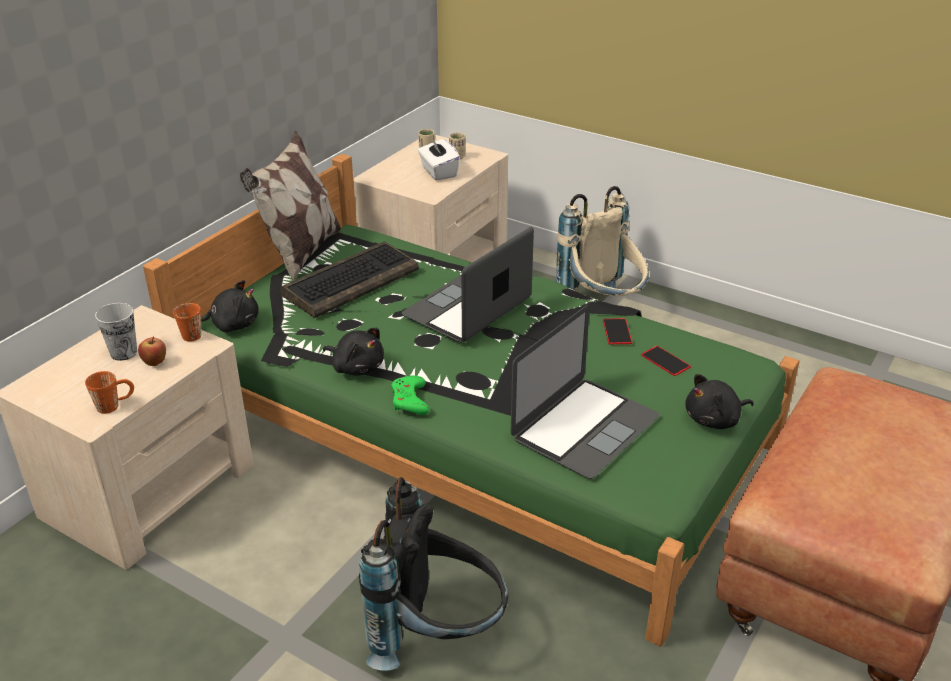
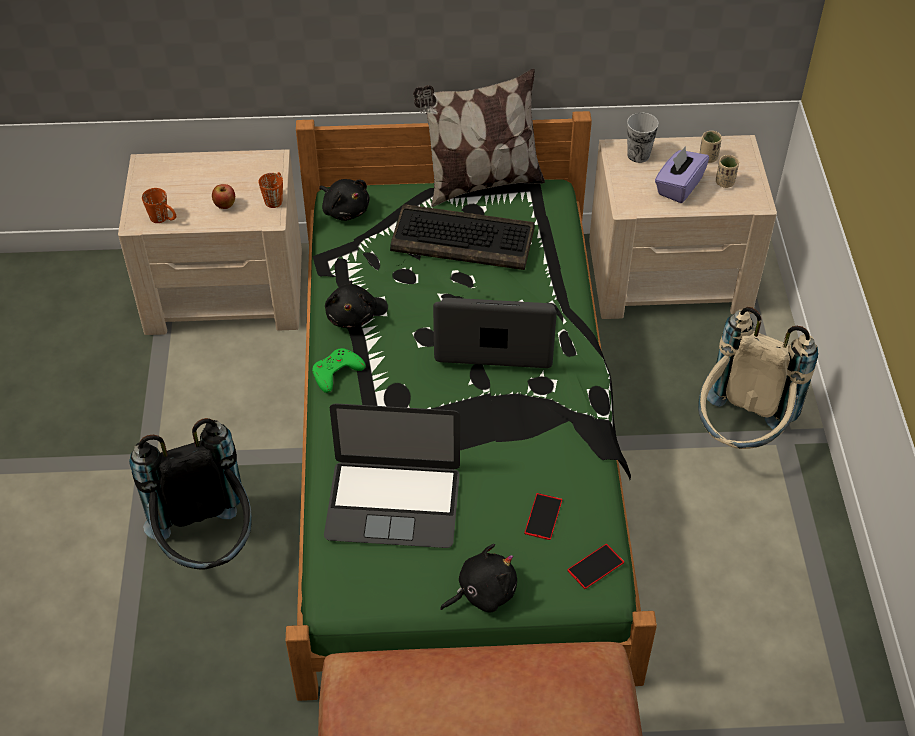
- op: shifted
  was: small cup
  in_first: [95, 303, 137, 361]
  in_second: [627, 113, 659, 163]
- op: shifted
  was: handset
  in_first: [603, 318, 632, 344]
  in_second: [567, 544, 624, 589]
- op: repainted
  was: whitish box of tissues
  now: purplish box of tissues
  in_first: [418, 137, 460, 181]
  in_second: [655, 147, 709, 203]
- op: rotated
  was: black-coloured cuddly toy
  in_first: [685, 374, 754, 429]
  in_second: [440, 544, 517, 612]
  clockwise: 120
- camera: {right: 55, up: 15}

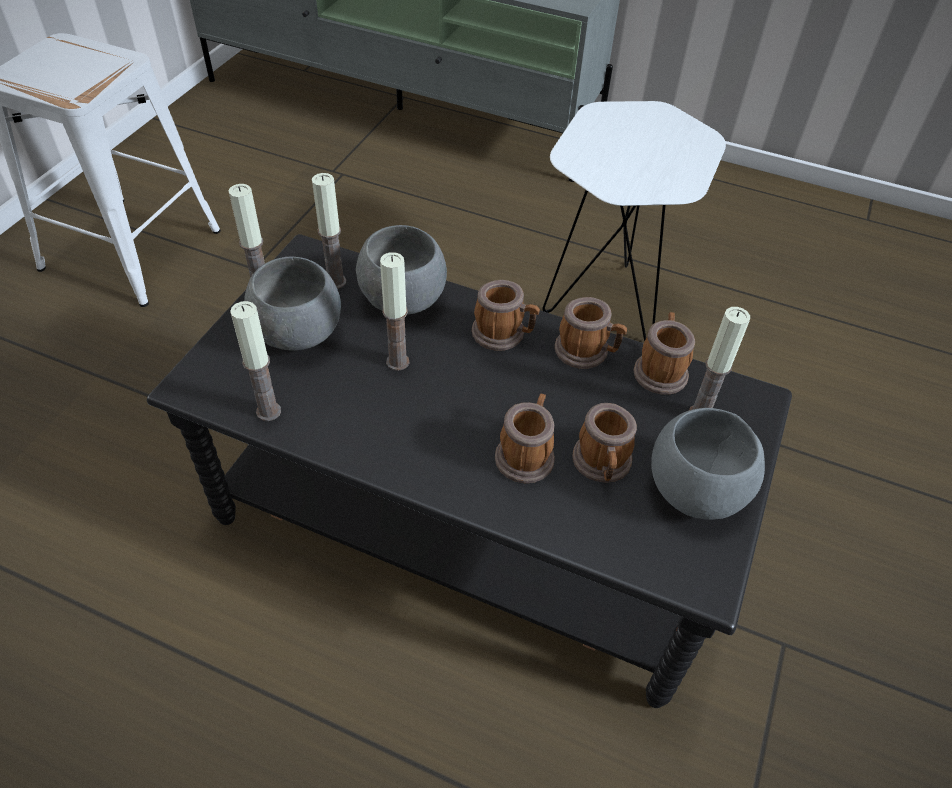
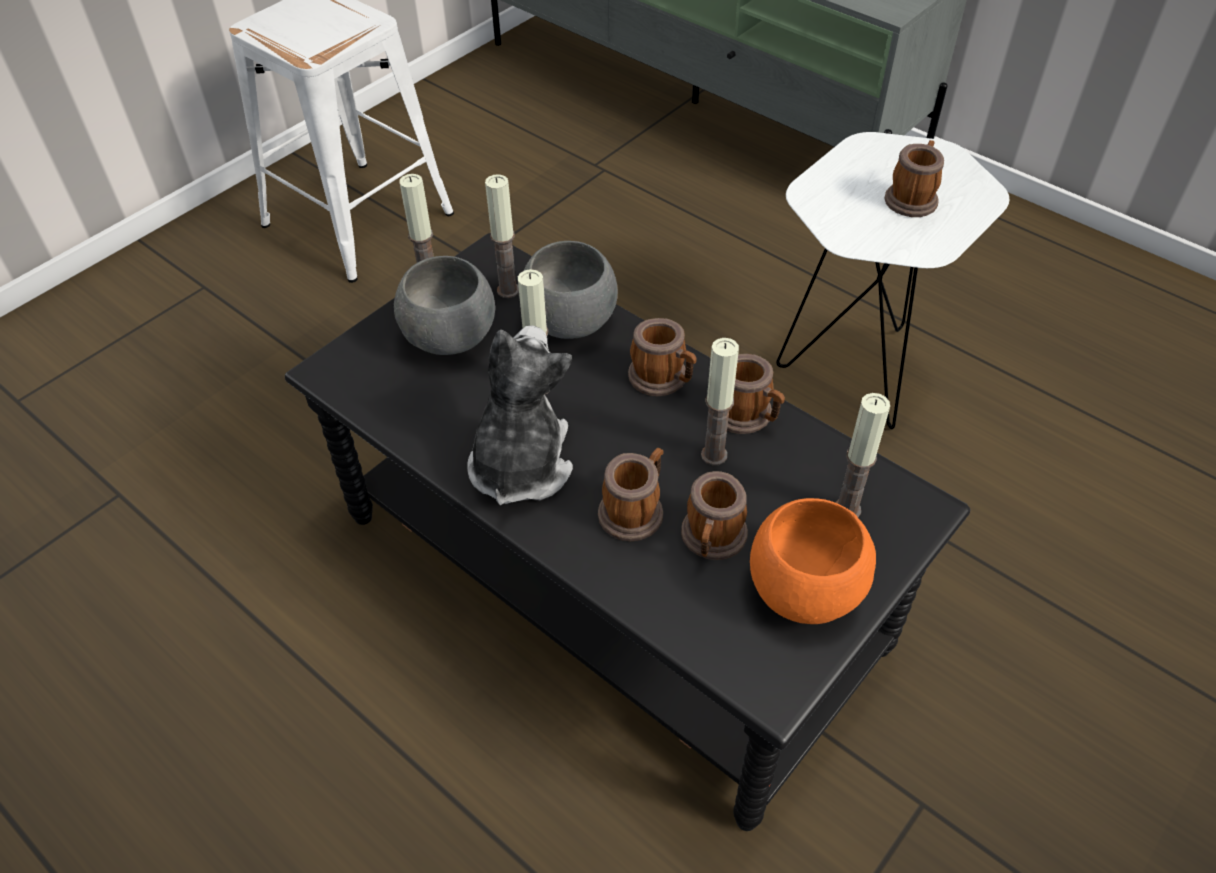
- op: new
  now: cuddly toy
  in_second: [467, 325, 573, 505]
- op: shifted
  was: wax candle
  in_first: [230, 301, 281, 421]
  in_second: [701, 338, 739, 465]
- op: shifted
  was: tea mug
  in_first: [634, 312, 695, 395]
  in_second: [884, 140, 944, 217]
- op: repainted
  was: gray bowl
  now: orangey bowl
  in_first: [651, 408, 765, 520]
  in_second: [750, 498, 876, 624]
- camera: {right: 20, up: 0}

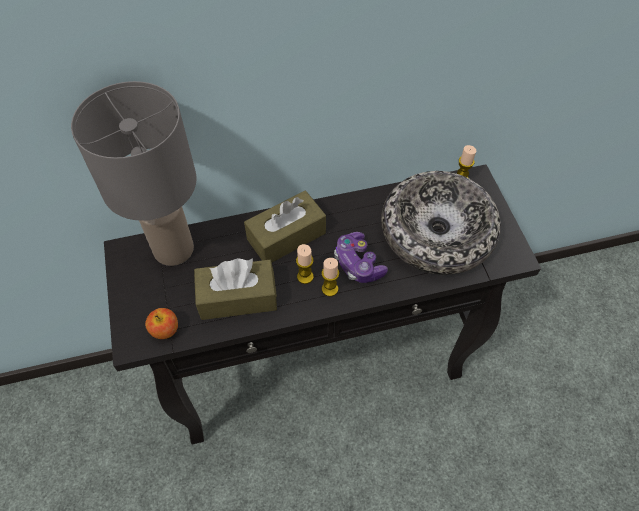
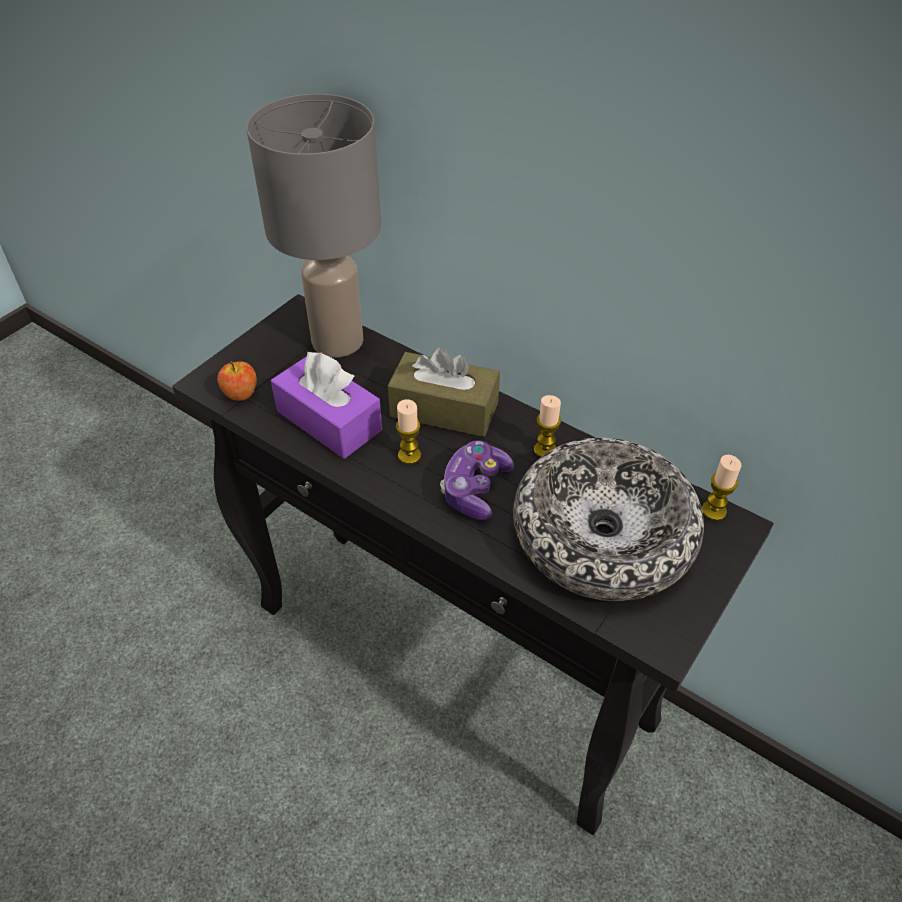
- op: shifted
  was: wax candle
  in_first: [322, 258, 339, 297]
  in_second: [534, 395, 561, 457]
- op: repainted
  was: brownish box of tissues
  now: purplish box of tissues
  in_first: [194, 258, 277, 320]
  in_second: [271, 352, 382, 459]
- camera: {right: 50, up: -10}

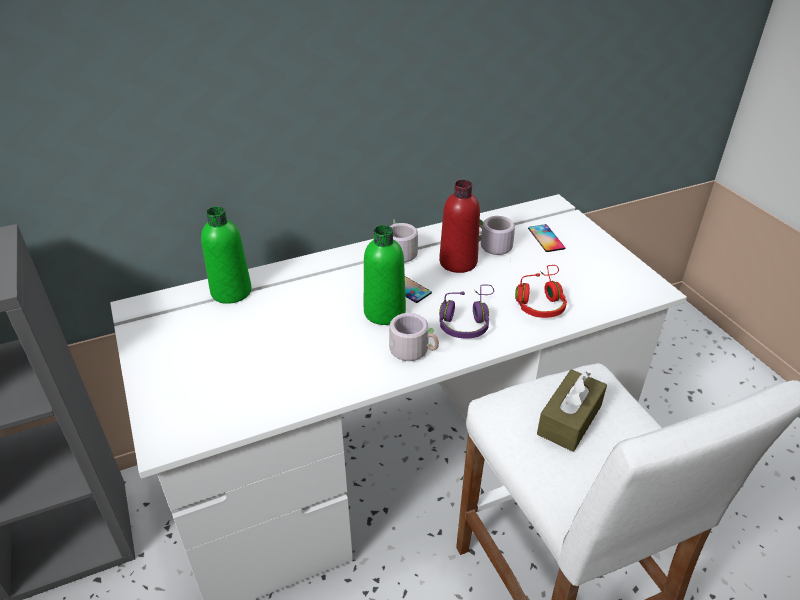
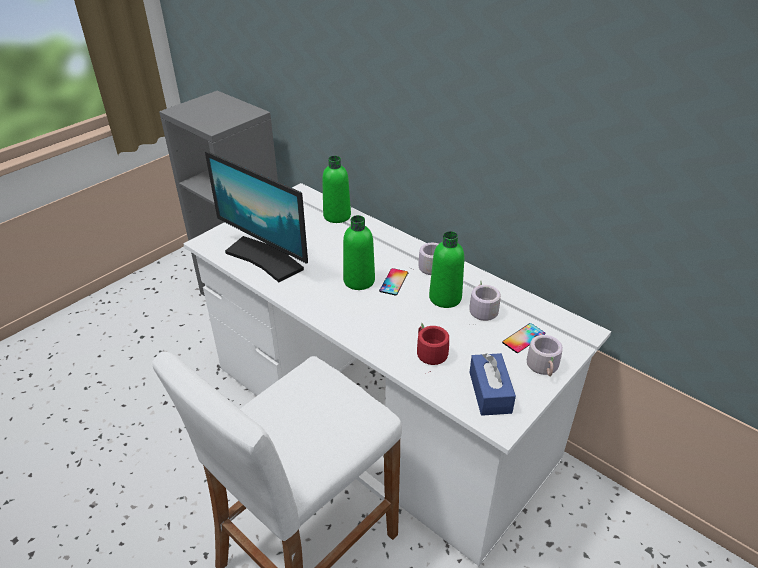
- op: gone
  was: purplish pair of headphones
  in_first: [439, 285, 494, 338]
- op: gone
  was: brownish box of tissues
  in_first: [537, 369, 607, 452]
- op: new
  now: computer display
  in_second: [205, 151, 308, 282]
- op: new
  now: blue-coloured box of tissues
  in_second: [470, 353, 516, 416]
- op: shifted
  was: gray tea mug
  in_first: [389, 313, 439, 361]
  in_second: [527, 335, 563, 377]
- op: swapped
  was: red pair of headphones
  now: red tea mug
  in_first: [515, 265, 567, 318]
  in_second: [417, 323, 449, 373]
- op: repainted
  was: red drink bottle
  now: greenish drink bottle
  in_first: [439, 180, 480, 273]
  in_second: [429, 231, 464, 308]
- camera: {right: 65, up: 0}

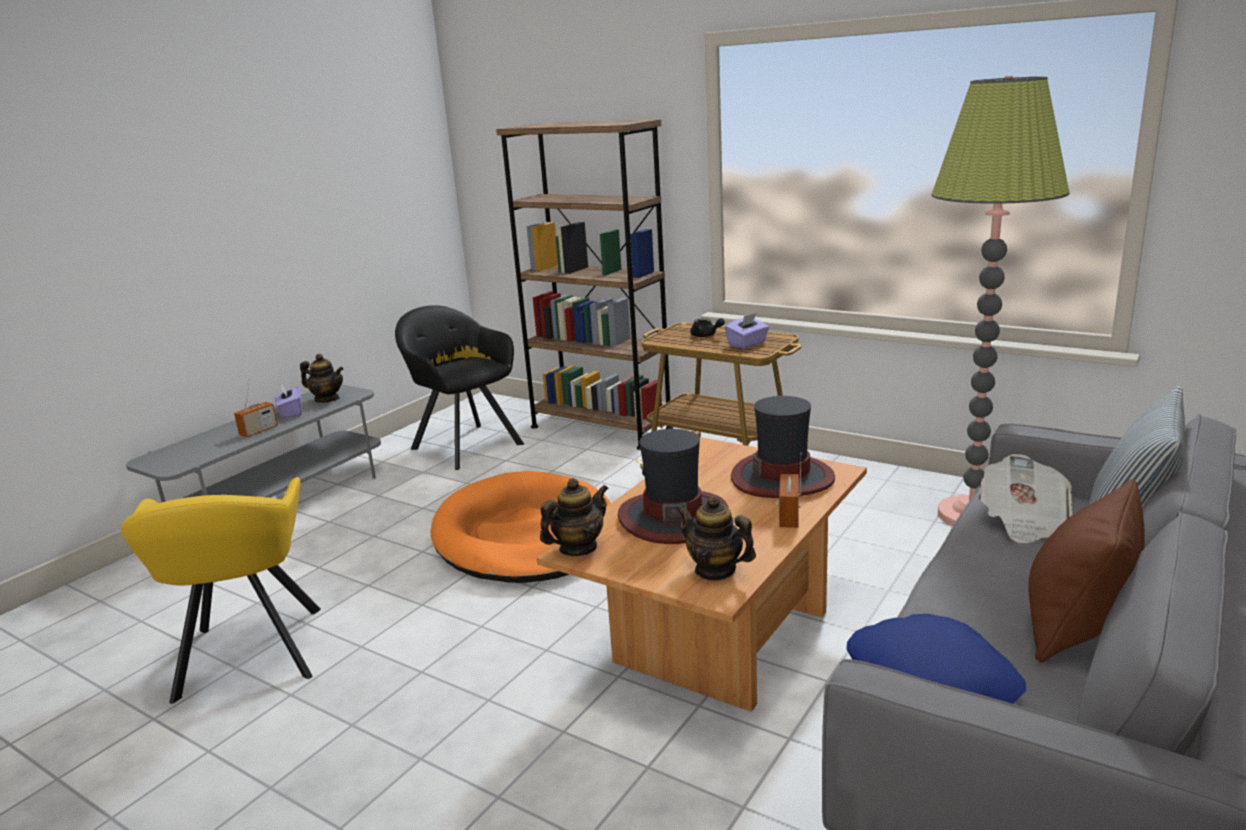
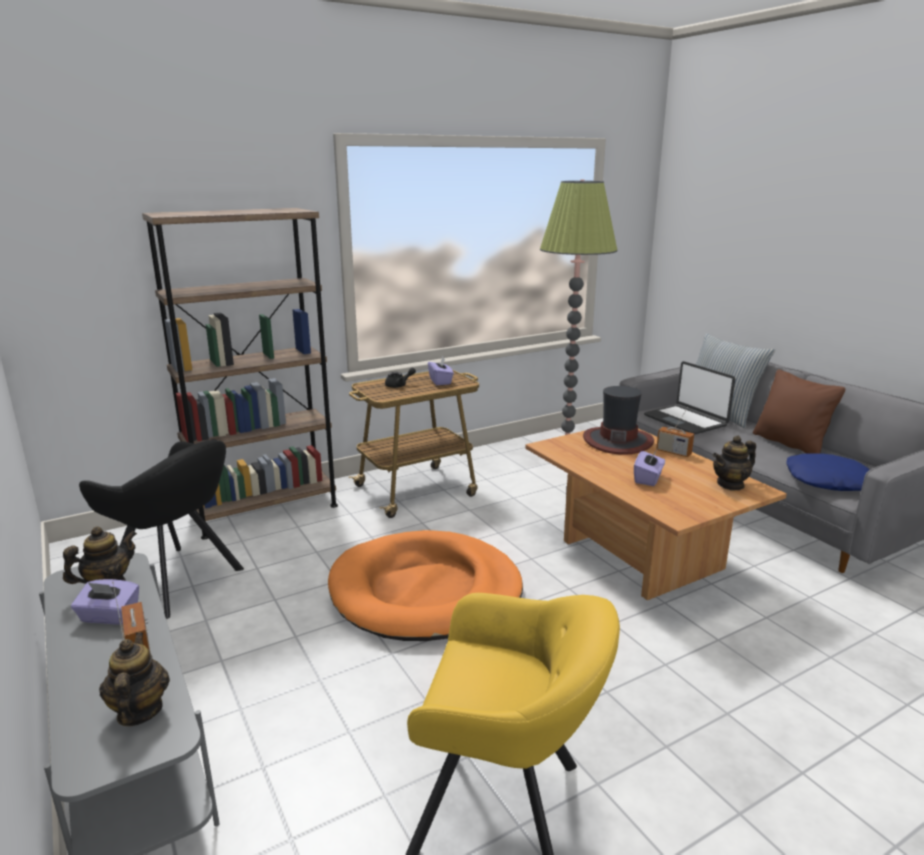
- op: shifted
  was: teapot
  in_first: [540, 478, 609, 556]
  in_second: [99, 632, 170, 726]
- op: swapped
  was: clothing hat
  now: purplish box of tissues
  in_first: [618, 429, 729, 544]
  in_second: [634, 450, 665, 486]
- op: swapped
  was: newspaper
  now: notebook computer
  in_first: [978, 454, 1072, 543]
  in_second: [644, 361, 735, 435]
- op: rotated
  was: black-coloured easy chair
  in_first: [395, 305, 524, 470]
  in_second: [79, 440, 244, 619]
  clockwise: -135
- camera: {right: -65, up: 0}

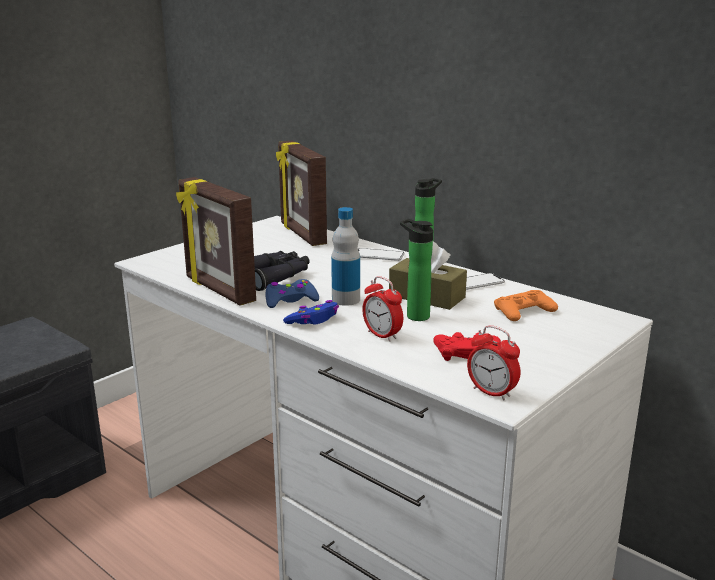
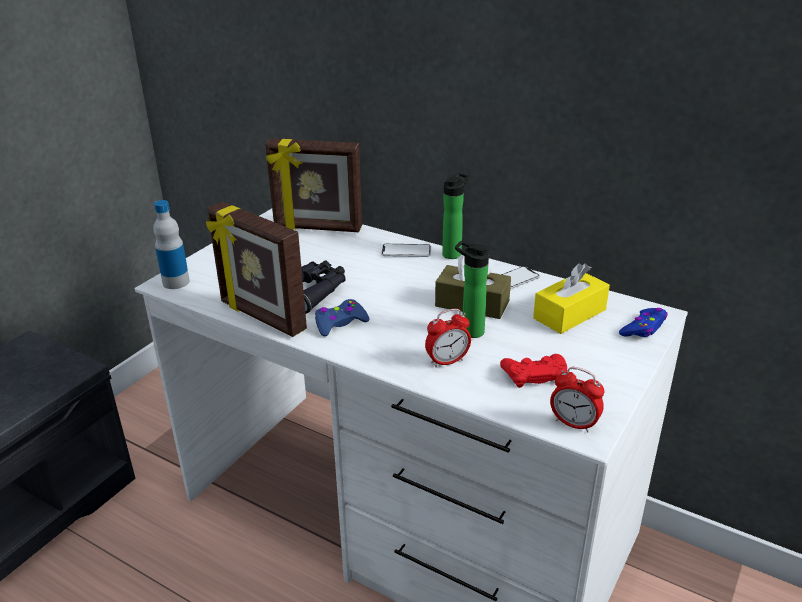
- op: shifted
  was: blue-coloured joypad
  in_first: [283, 300, 339, 324]
  in_second: [619, 308, 667, 337]
- op: shifted
  was: drink bottle
  in_first: [331, 207, 360, 306]
  in_second: [153, 200, 190, 289]
- op: swapped
  was: orangey joypad
  now: yellow-coloured box of tissues
  in_first: [494, 290, 558, 321]
  in_second: [533, 263, 610, 334]
- op: rotated
  was: standing frame
  in_first: [276, 141, 327, 246]
  in_second: [265, 139, 362, 232]
  clockwise: -45
- op: rotated
  was: bedside clock
  in_first: [362, 276, 403, 342]
  in_second: [425, 309, 471, 368]
  clockwise: -60
- camera: {right: -10, up: 10}

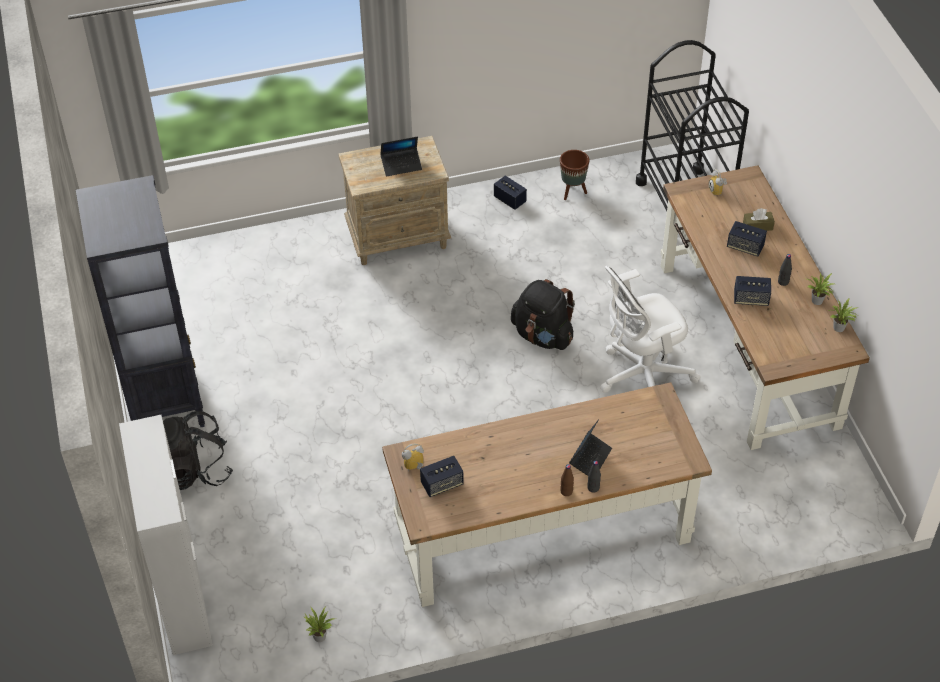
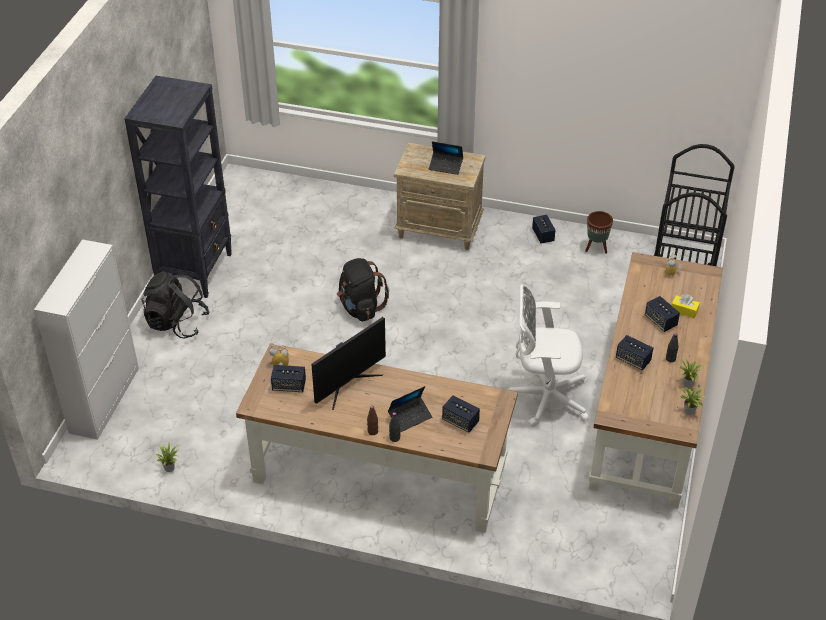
- op: new
  now: computer display
  in_second: [311, 317, 386, 410]
- op: new
  now: loudspeaker
  in_second: [442, 395, 480, 433]
- op: shifted
  was: black-coloured backpack
  in_first: [511, 279, 575, 350]
  in_second: [337, 258, 389, 322]
- op: repainted
  was: brownish box of tissues
  now: yellow-coloured box of tissues
  in_first: [743, 208, 775, 231]
  in_second: [671, 294, 700, 318]
- camera: {right: 30, up: -5}

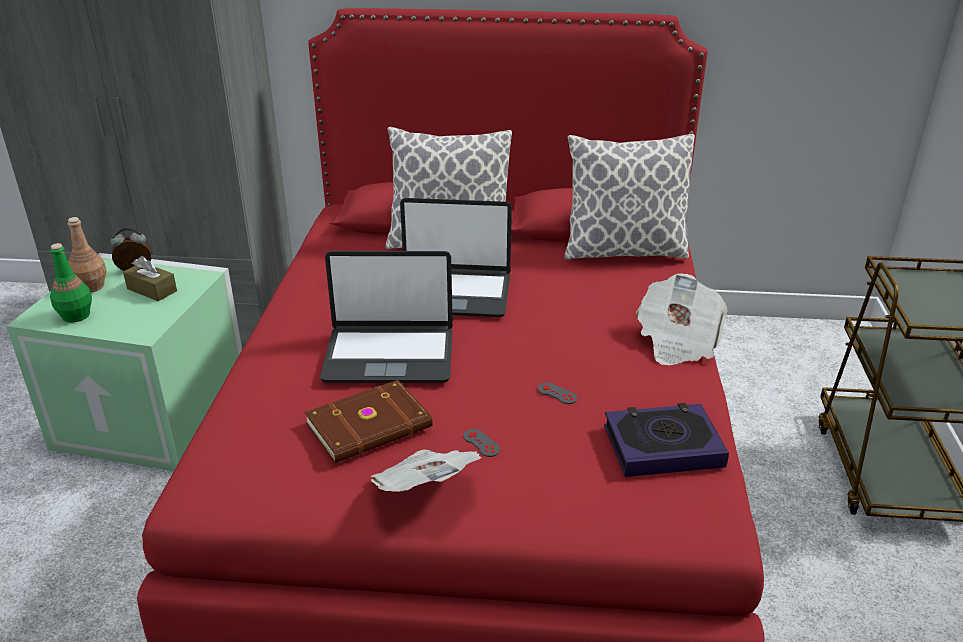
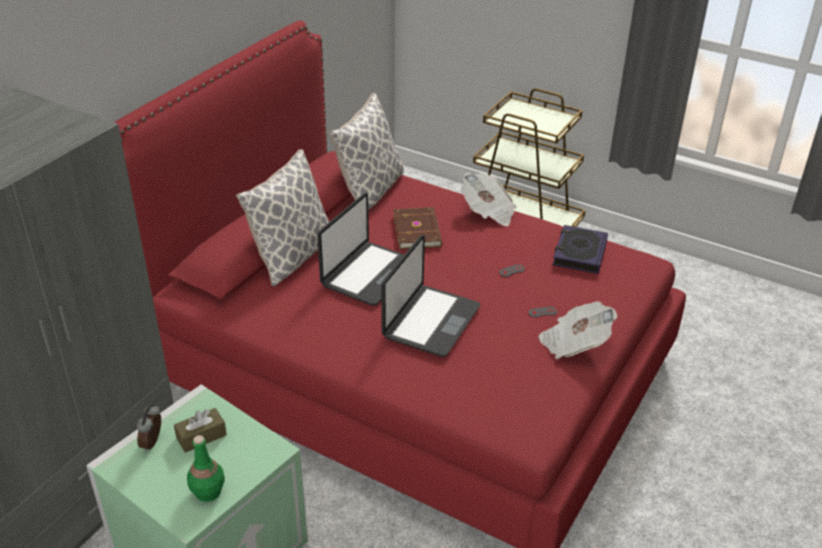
- op: gone
  was: brownish drink bottle
  in_first: [67, 217, 106, 292]
- op: shifted
  was: brownish book
  in_first: [304, 380, 433, 463]
  in_second: [393, 207, 442, 249]
- camera: {right: -65, up: 5}

